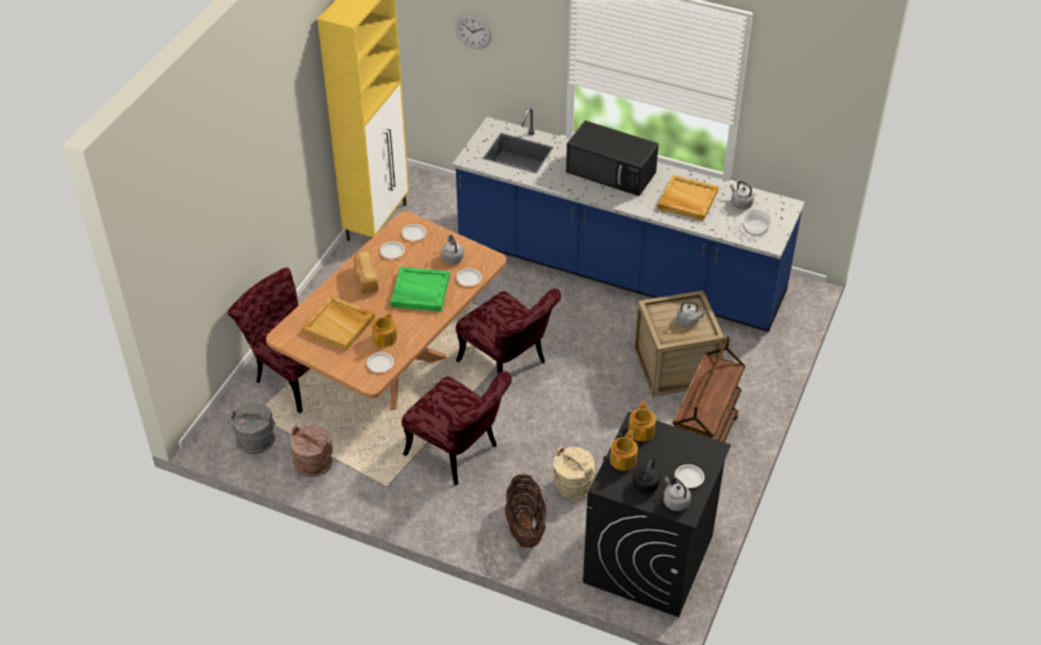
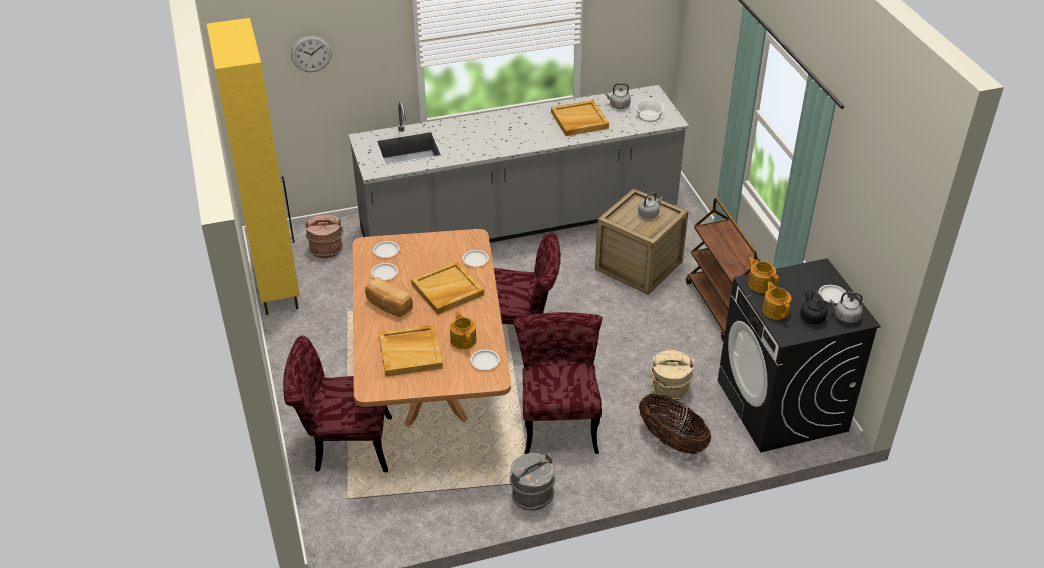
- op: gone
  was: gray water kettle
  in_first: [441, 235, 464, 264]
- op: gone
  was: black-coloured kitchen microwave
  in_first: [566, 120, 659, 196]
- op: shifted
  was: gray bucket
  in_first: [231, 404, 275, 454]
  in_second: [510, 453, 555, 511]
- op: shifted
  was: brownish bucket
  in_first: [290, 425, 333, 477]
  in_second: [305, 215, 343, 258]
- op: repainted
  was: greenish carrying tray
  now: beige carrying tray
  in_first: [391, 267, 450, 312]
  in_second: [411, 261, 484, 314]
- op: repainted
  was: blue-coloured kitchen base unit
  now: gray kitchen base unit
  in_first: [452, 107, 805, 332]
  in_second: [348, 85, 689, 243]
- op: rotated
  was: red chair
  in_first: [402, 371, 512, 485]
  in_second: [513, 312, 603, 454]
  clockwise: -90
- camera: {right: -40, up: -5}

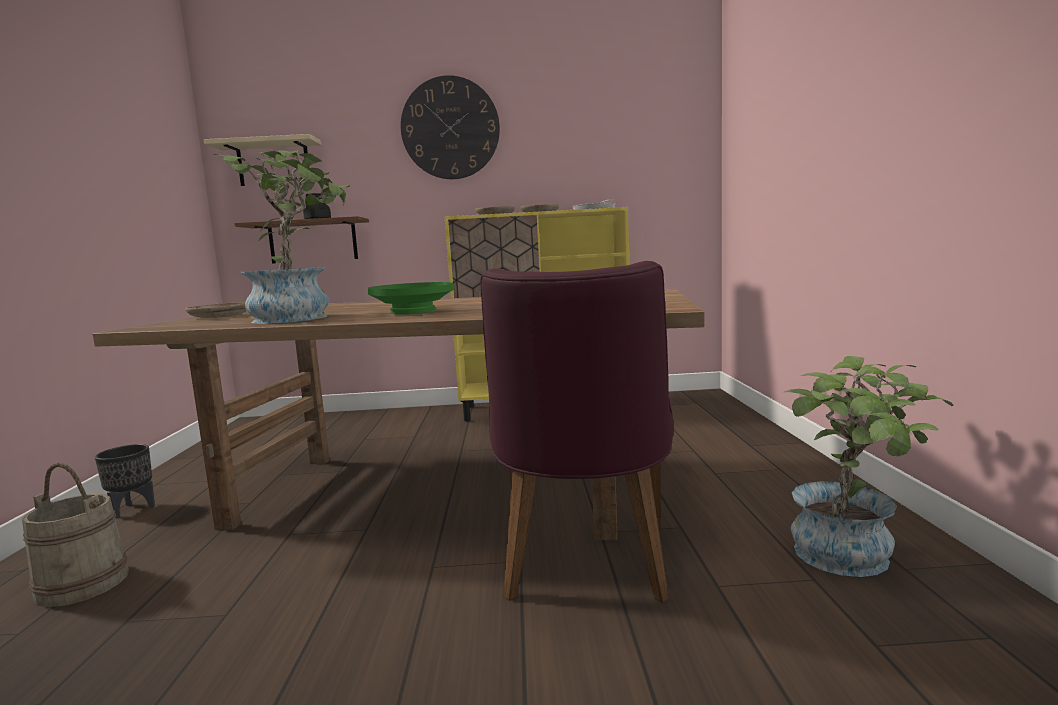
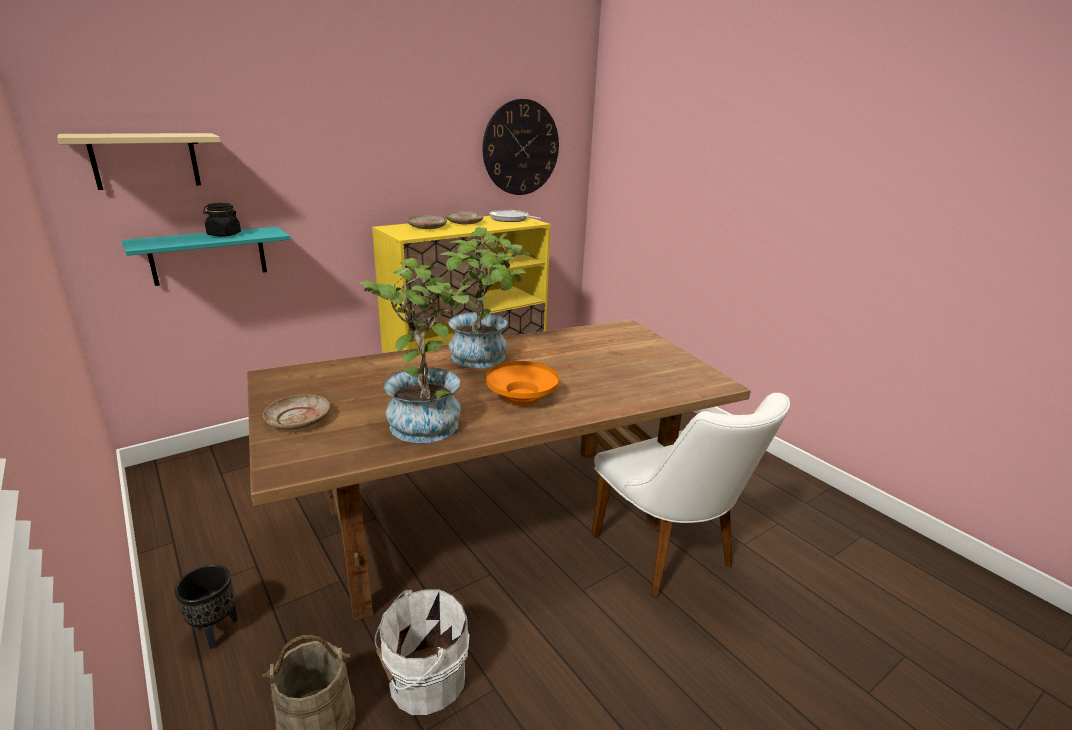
- op: new
  now: whitish bucket
  in_second: [374, 589, 470, 715]
- op: shifted
  was: clock on the wall
  in_first: [401, 75, 500, 179]
  in_second: [483, 99, 559, 195]
- op: shifted
  was: potted plant
  in_first: [784, 356, 953, 577]
  in_second: [440, 227, 535, 368]
- op: repainted
  was: brownish wall shelf
  now: turquoise wall shelf
  in_first: [235, 216, 369, 264]
  in_second: [122, 227, 290, 286]
- op: repainted
  was: greenish bowl
  now: orangey bowl
  in_first: [368, 282, 454, 315]
  in_second: [486, 361, 559, 406]
- op: repainted
  was: purplish chair
  now: whitish chair
  in_first: [480, 261, 674, 603]
  in_second: [592, 393, 790, 598]
- camera: {right: -35, up: 15}

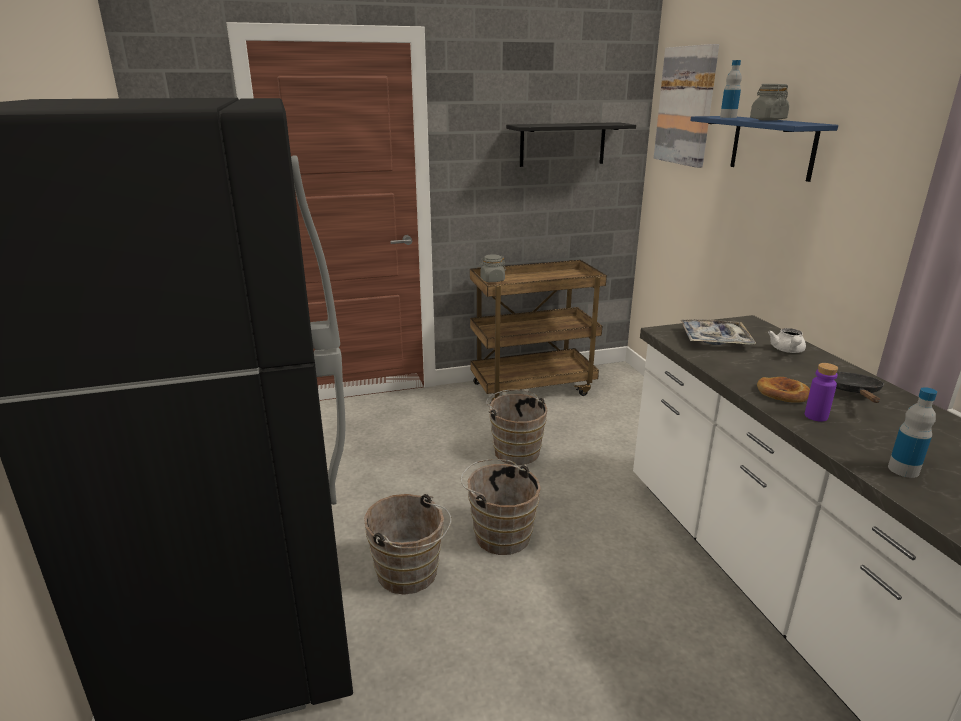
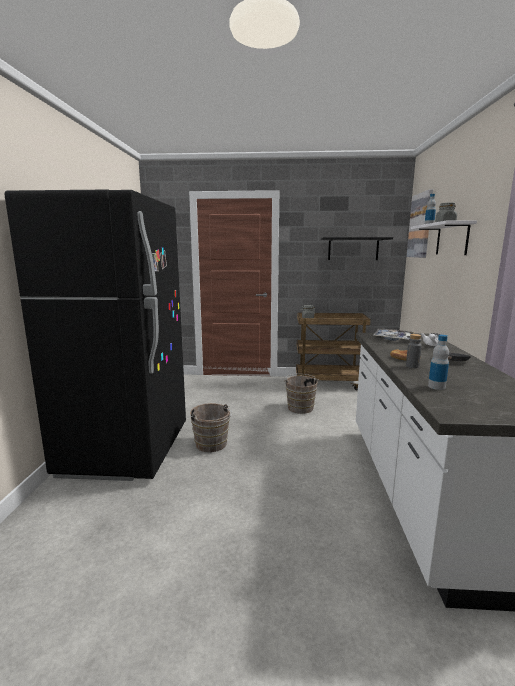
- op: gone
  was: brownish bucket
  in_first: [461, 459, 541, 555]
- op: repainted
  was: blue-coloured wall shelf
  now: whitish wall shelf
  in_first: [690, 116, 838, 182]
  in_second: [411, 220, 477, 255]
- op: repainted
  was: purplish drink bottle
  now: gray drink bottle
  in_first: [805, 363, 838, 422]
  in_second: [406, 334, 422, 368]
- camera: {right: 20, up: -10}

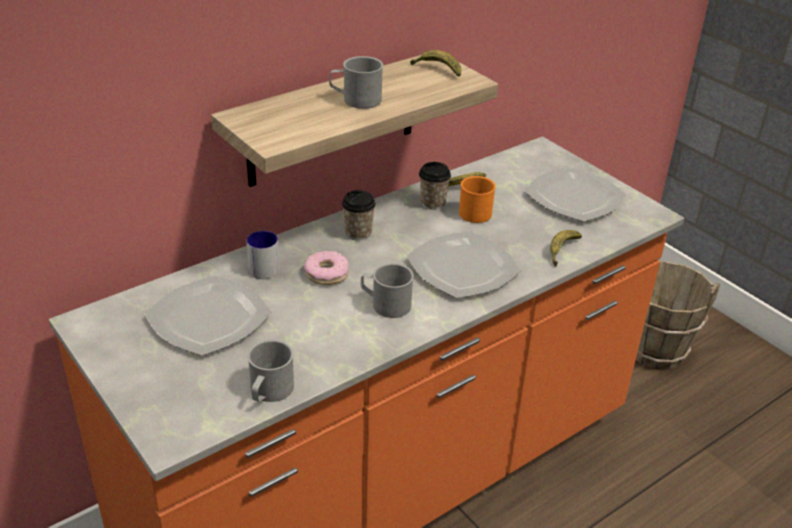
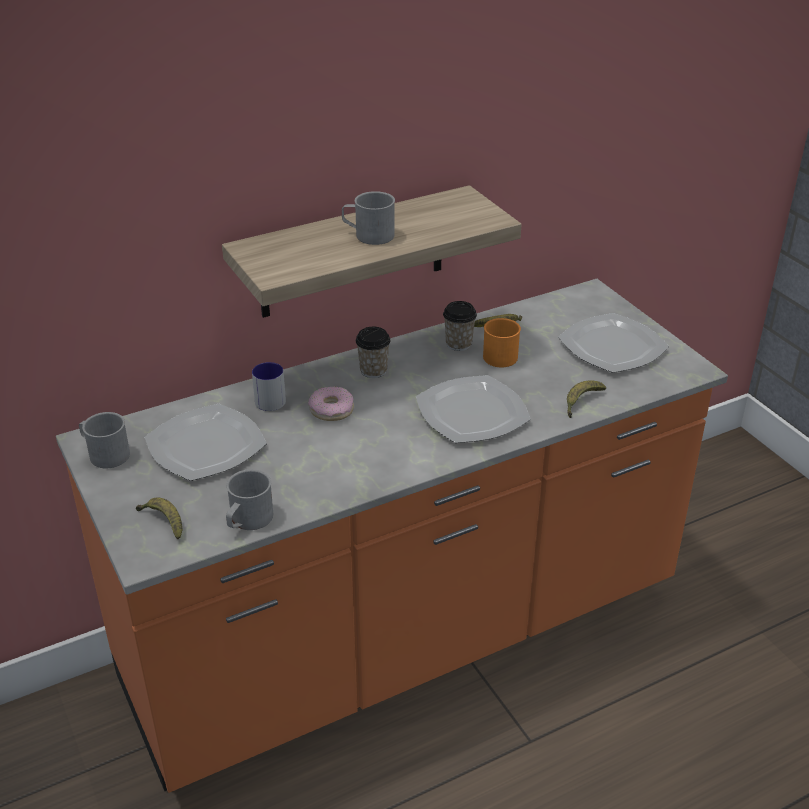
- op: gone
  was: brownish bucket
  in_first: [636, 260, 720, 370]
- op: shifted
  was: gray tea mug
  in_first: [361, 263, 414, 318]
  in_second: [79, 412, 130, 468]
- op: shifted
  was: whole banana
  in_first: [410, 50, 461, 77]
  in_second: [136, 497, 182, 539]
- camera: {right: 10, up: 0}

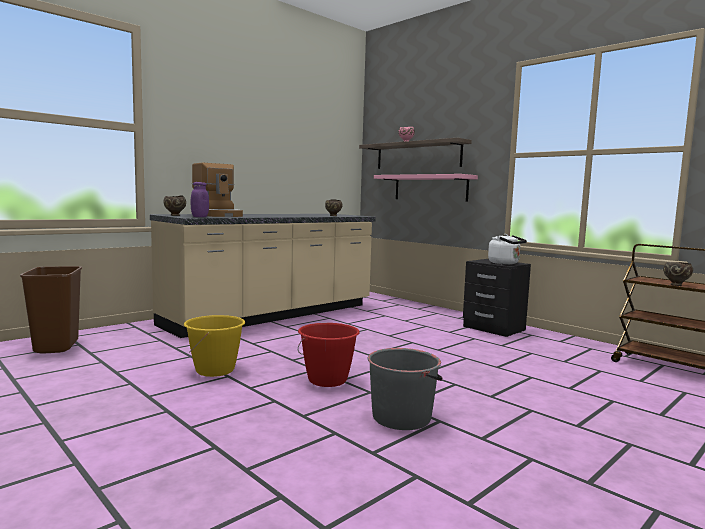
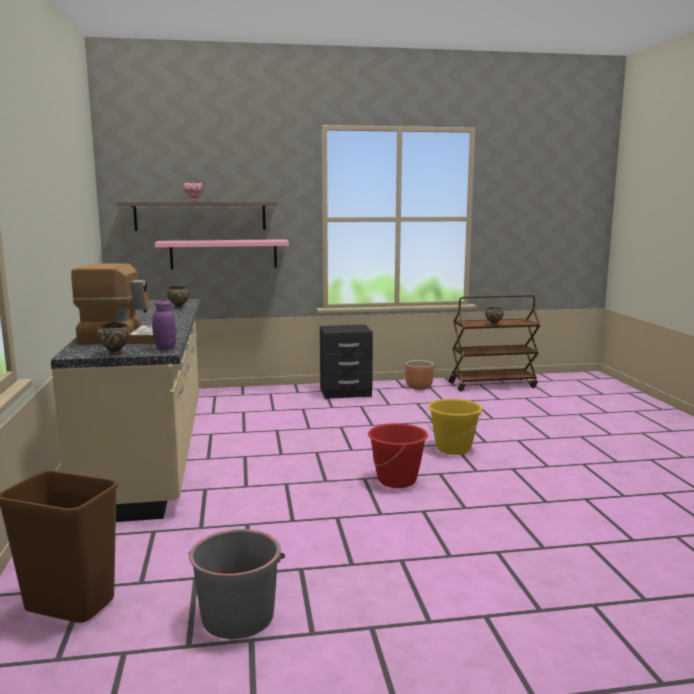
- op: gone
  was: whitish water kettle
  in_first: [488, 234, 527, 264]
- op: new
  now: brownish plant pot
  in_second: [405, 360, 434, 390]
- op: shifted
  was: yellow-coloured bucket
  in_first: [184, 315, 245, 377]
  in_second: [427, 399, 482, 455]
- op: shifted
  was: gray bucket
  in_first: [368, 348, 442, 430]
  in_second: [189, 529, 285, 639]
- camera: {right: -55, up: 5}

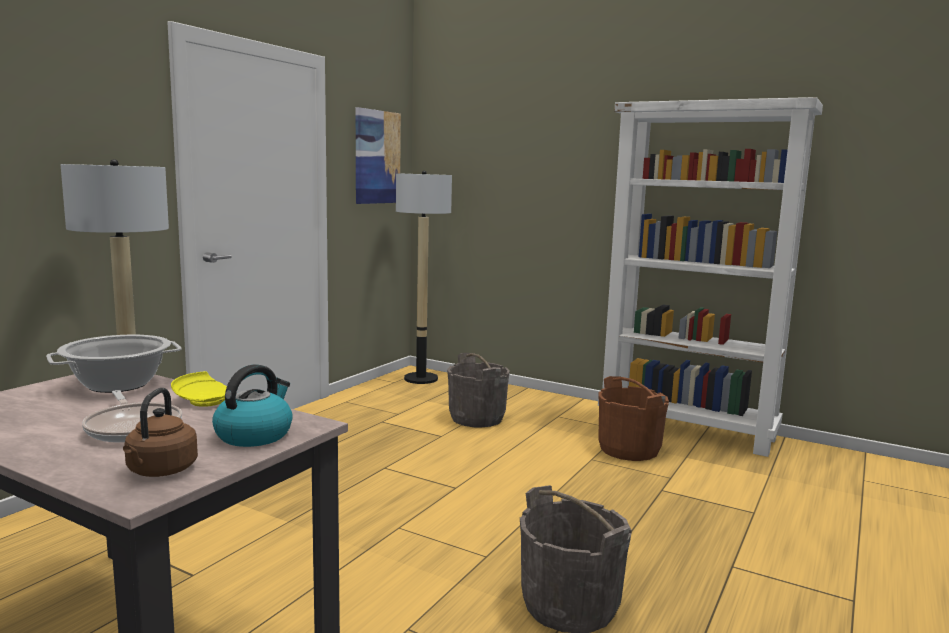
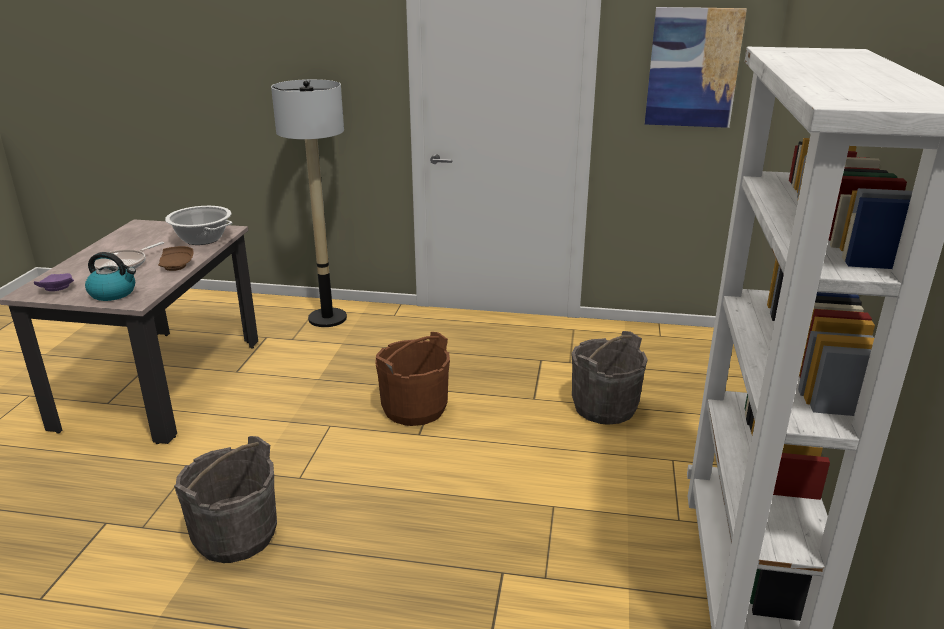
- op: gone
  was: floor lamp
  in_first: [396, 171, 452, 384]
- op: shifted
  was: brownish bucket
  in_first: [598, 376, 669, 461]
  in_second: [375, 332, 450, 426]
- op: swapped
  was: brownish water kettle
  now: purplish plate
  in_first: [123, 388, 198, 477]
  in_second: [34, 273, 74, 291]
- op: repainted
  was: yellow-coloured plate
  now: brownish plate
  in_first: [171, 371, 227, 407]
  in_second: [158, 246, 194, 271]
- camera: {right: 70, up: 15}

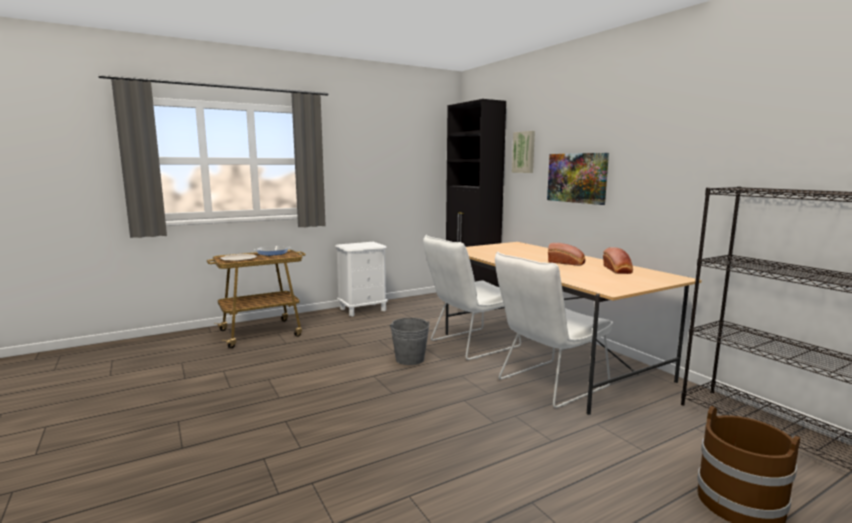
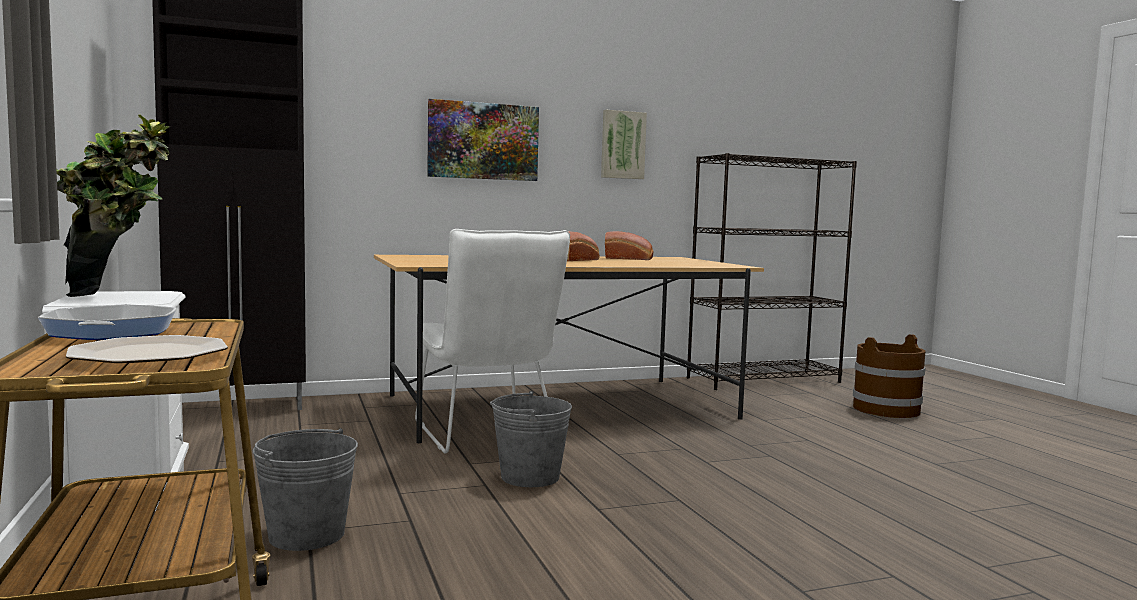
- op: gone
  was: whitish chair
  in_first: [495, 252, 613, 408]
- op: new
  now: potted plant
  in_second: [56, 115, 170, 297]
- op: new
  now: gray bucket
  in_second: [252, 428, 358, 551]
- op: shifted
  was: wall art
  in_first: [512, 131, 535, 173]
  in_second: [601, 110, 647, 179]
- camera: {right: -80, up: -5}

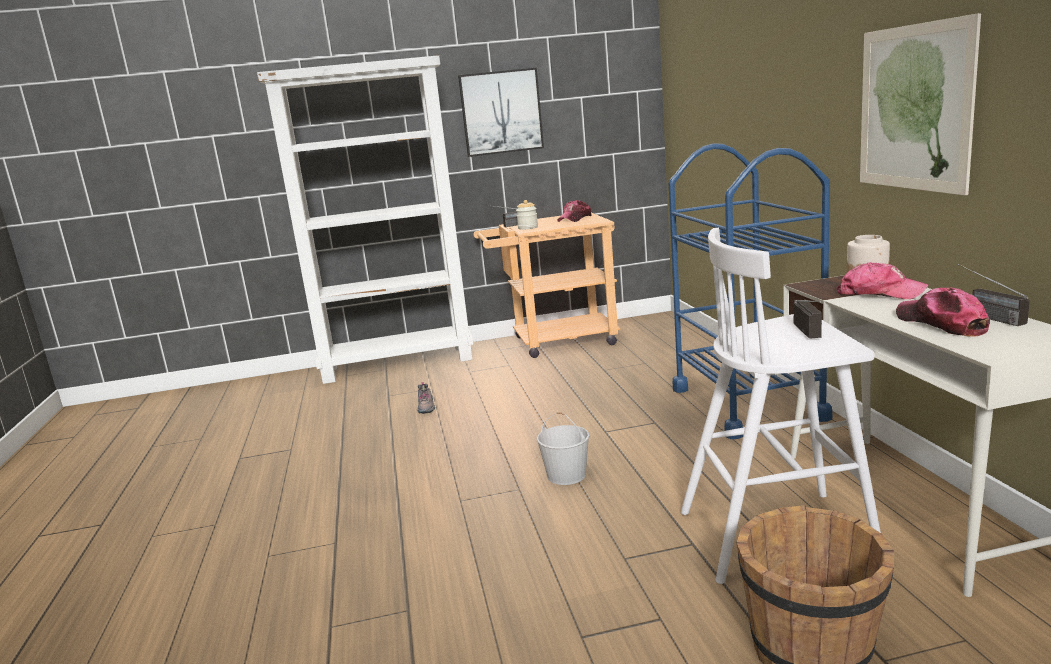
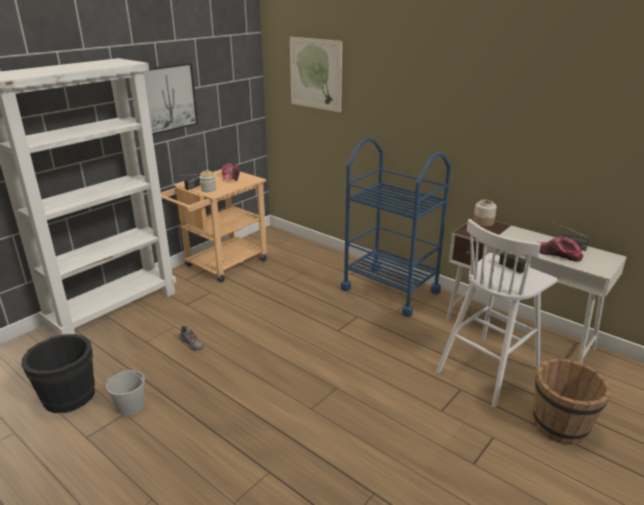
- op: gone
  was: peaked cap
  in_first: [837, 262, 928, 299]
- op: new
  now: black-coloured bucket
  in_second: [21, 334, 95, 413]
- op: shifted
  was: whitish bucket
  in_first: [537, 412, 589, 485]
  in_second: [106, 368, 145, 415]
- op: shifted
  was: wall art
  in_first: [860, 13, 981, 195]
  in_second: [290, 37, 342, 112]
- camera: {right: -40, up: 10}

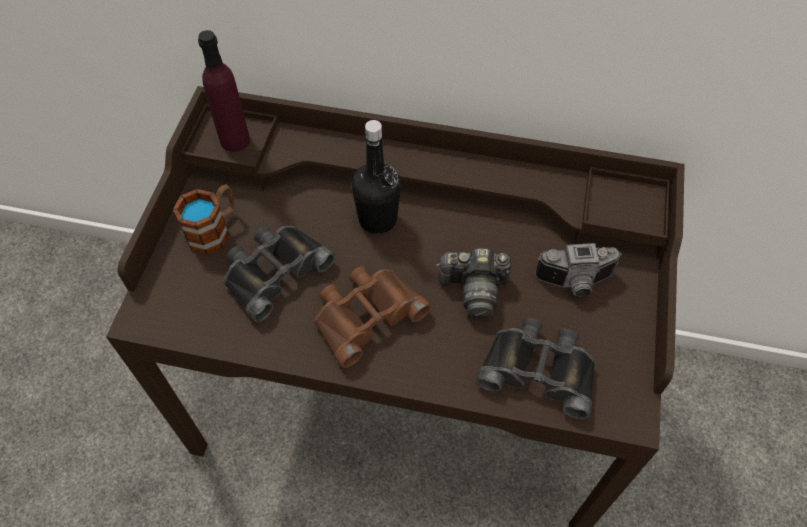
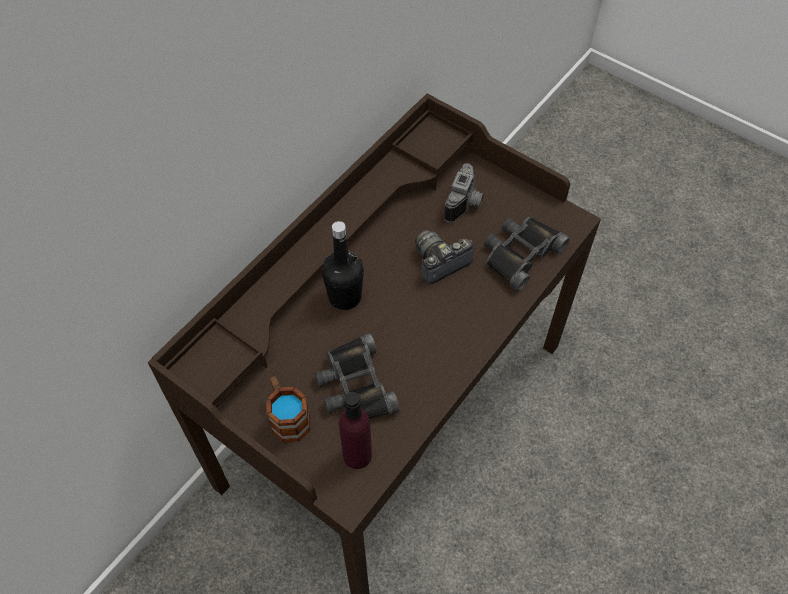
- op: gone
  was: brownish binoculars
  in_first: [314, 266, 431, 368]
- op: shifted
  was: purplish drink bottle
  in_first: [198, 30, 250, 152]
  in_second: [339, 392, 372, 469]
- op: rotated
  was: still camera
  in_first: [436, 248, 512, 318]
  in_second: [415, 230, 474, 285]
  clockwise: -150
- camera: {right: -65, up: 0}

